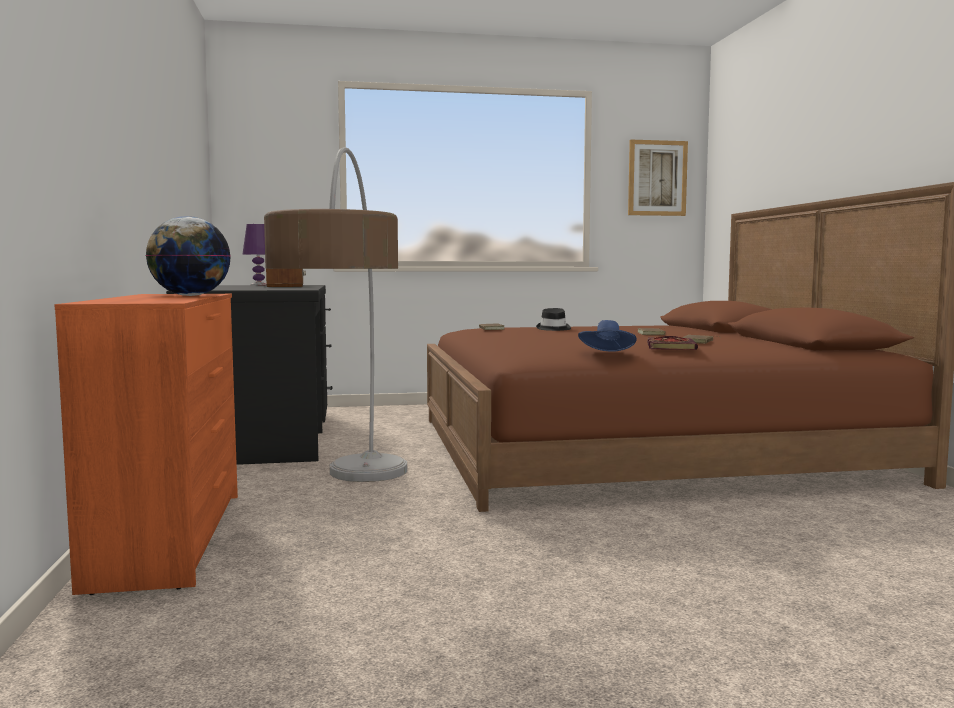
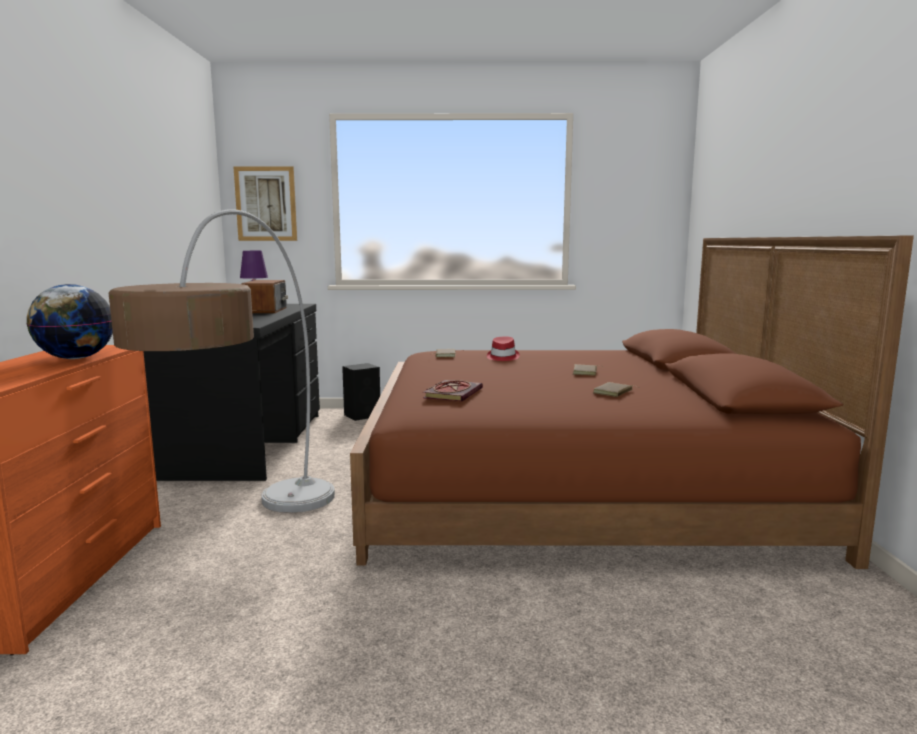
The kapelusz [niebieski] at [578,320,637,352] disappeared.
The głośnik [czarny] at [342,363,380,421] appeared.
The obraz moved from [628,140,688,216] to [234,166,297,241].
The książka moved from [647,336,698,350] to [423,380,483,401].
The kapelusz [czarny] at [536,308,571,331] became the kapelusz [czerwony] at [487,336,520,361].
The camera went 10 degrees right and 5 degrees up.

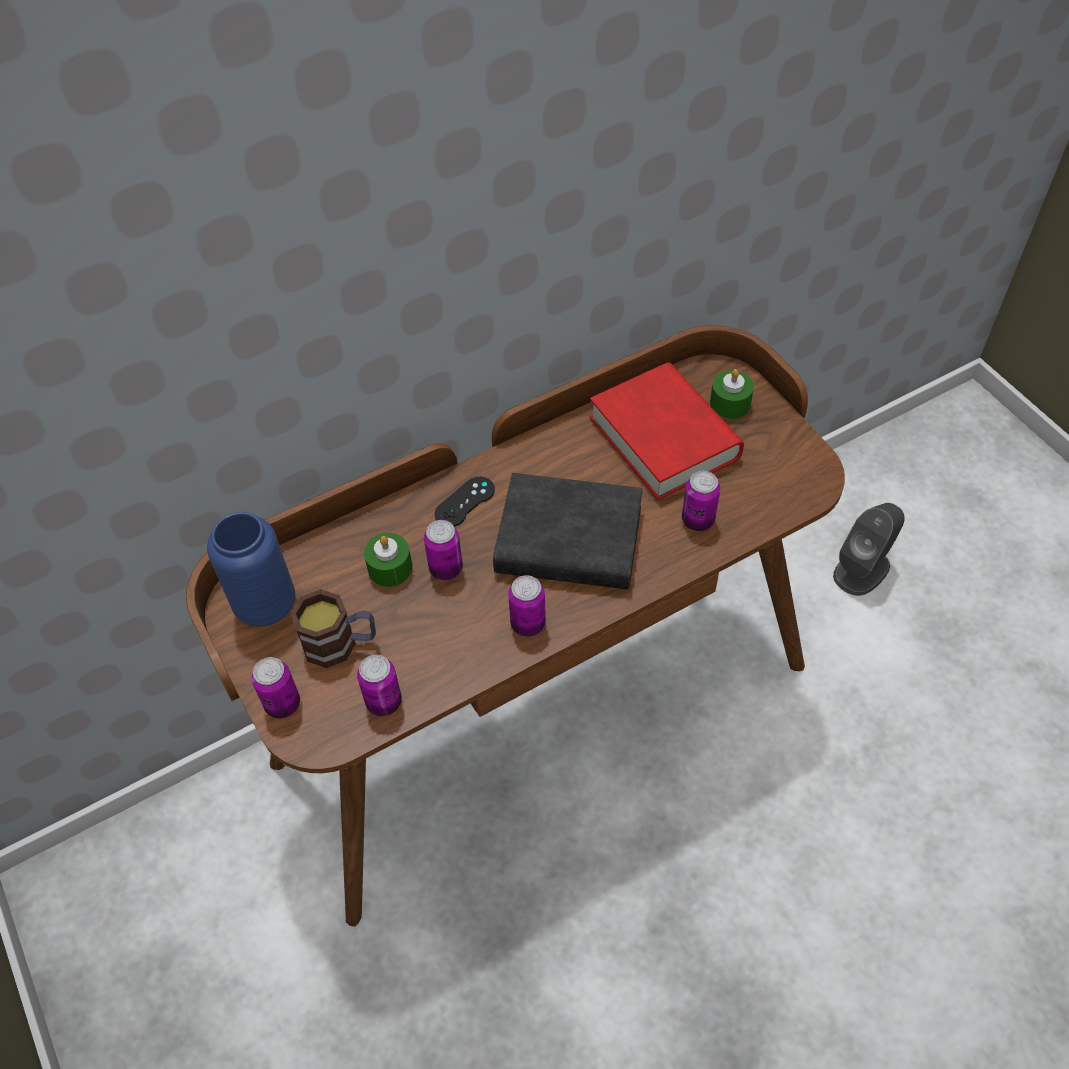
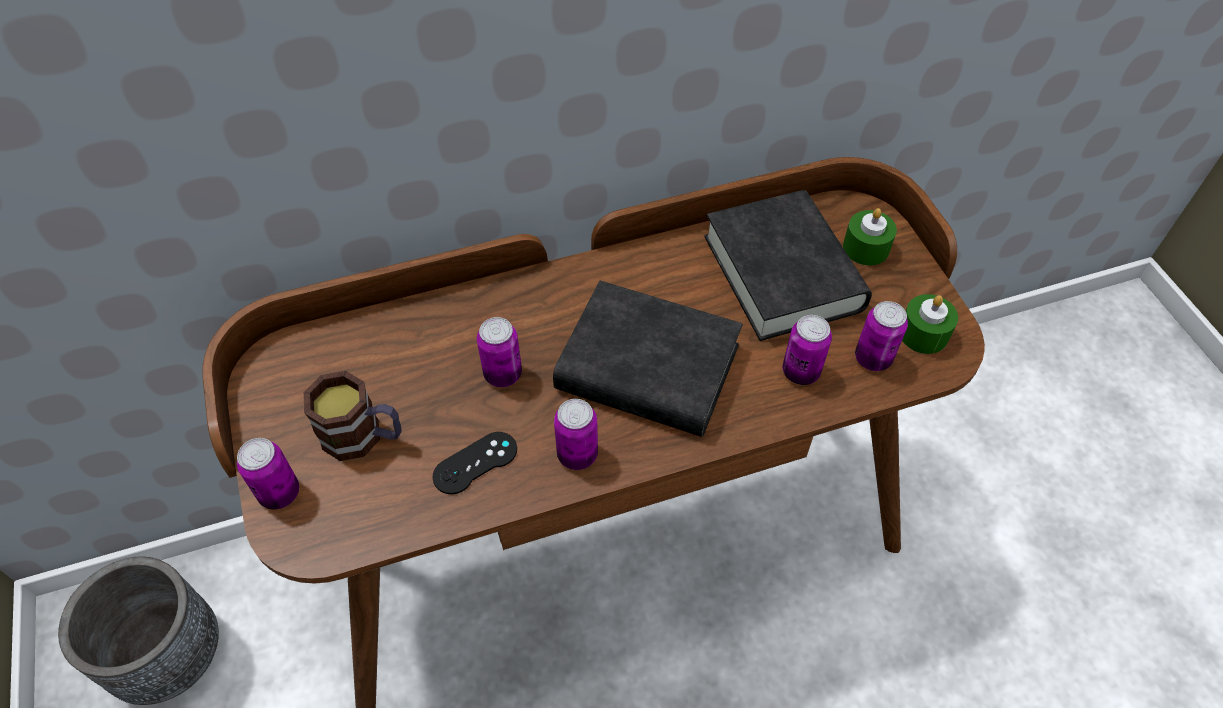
The wazon [niebieski] at [207,512,295,626] disappeared.
The głośnik [szary] at [833,503,905,596] disappeared.
The donica [szary] at [58,556,219,705] appeared.
The puszka moved from [357,655,402,716] to [855,301,908,371].
The świeca [zielony] moved from [364,533,412,587] to [902,294,958,354].
The pad do gier [czarny] moved from [434,477,495,527] to [433,432,517,494].
The książka [czerwony] at [590,362,744,500] became the książka [czarny] at [704,190,872,341].
The camera went 10 degrees right and 0 degrees up.

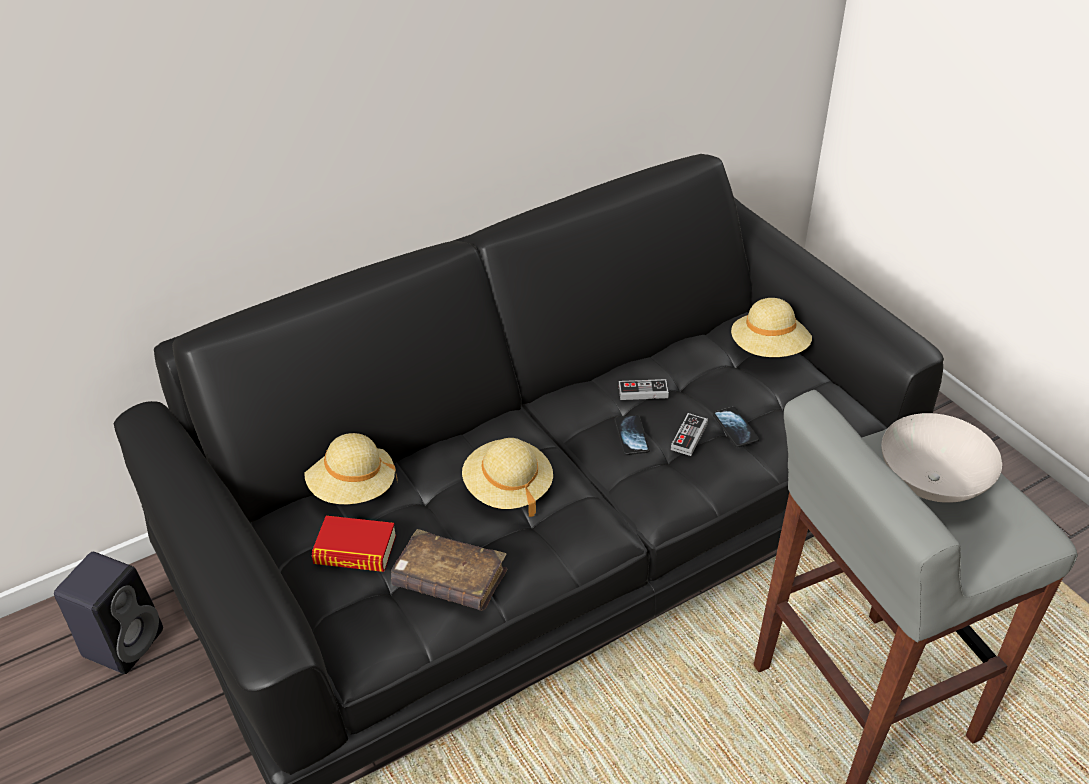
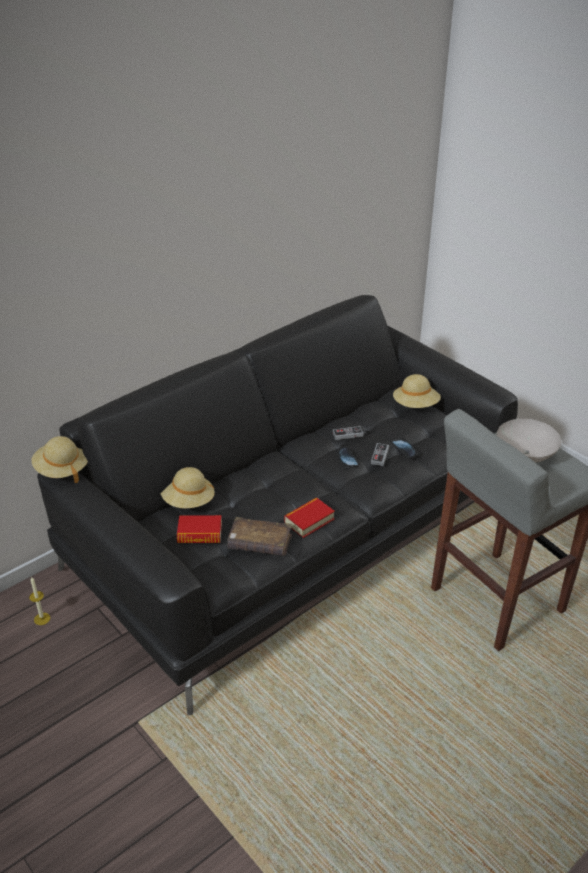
The książka at [284,498,335,538] appeared.
The kapelusz [beżowy] moved from [462,438,553,517] to [31,436,88,483].
The głośnik [czarny] at [54,552,163,674] was replaced by the świeca at [29,576,50,625].
The camera went 10 degrees left and 5 degrees down.

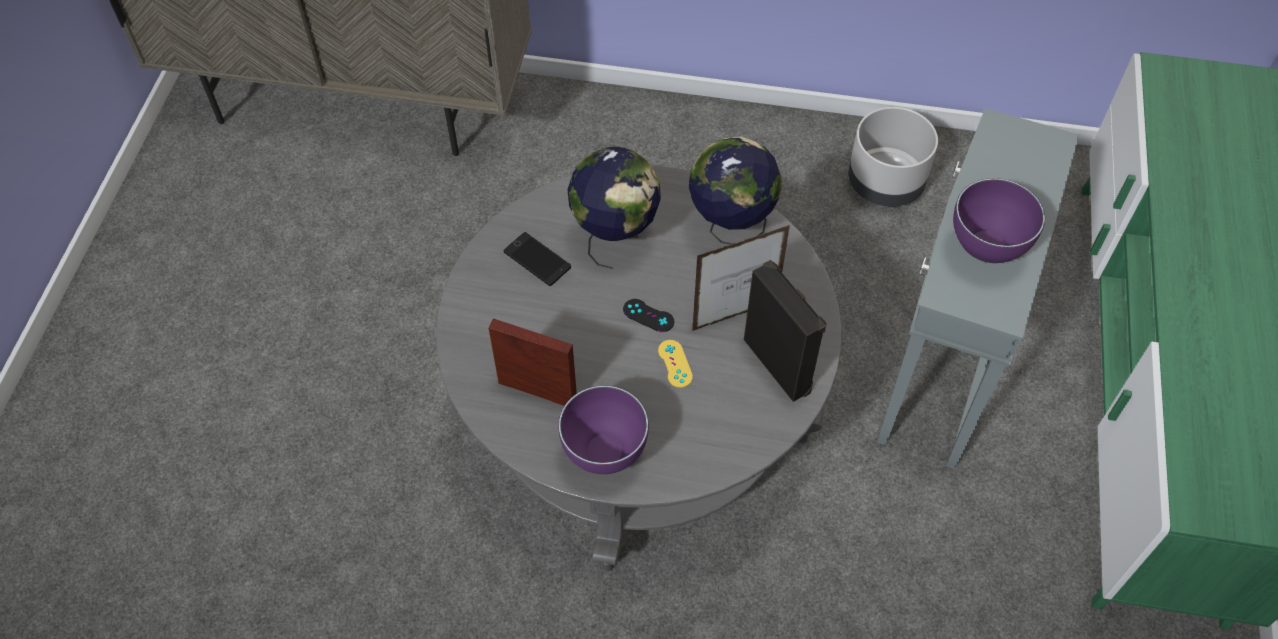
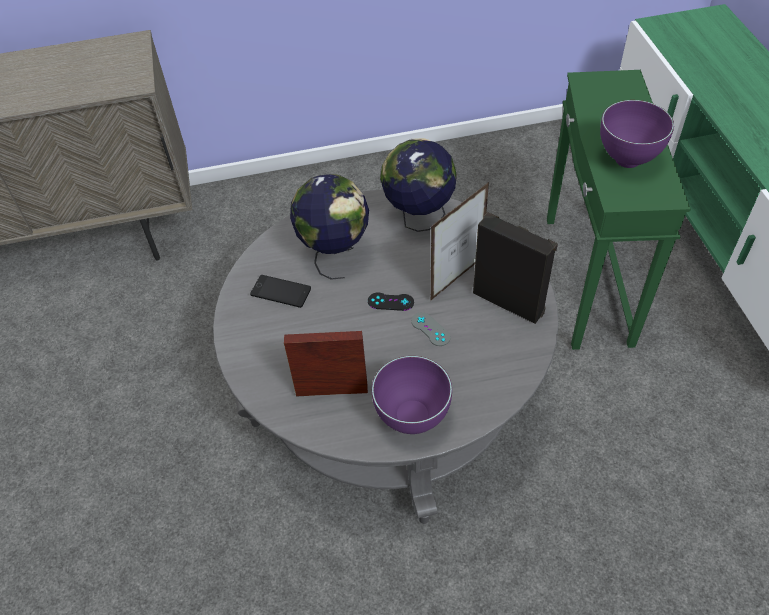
The donica [szary] at [848,107,938,207] disappeared.
The pad do gier [żółty] at [658,340,693,388] became the pad do gier [szary] at [411,312,451,346].
The stolik [szary] at [877,108,1079,469] became the stolik [zielony] at [547,70,691,350].
The camera went 20 degrees left and 5 degrees down.

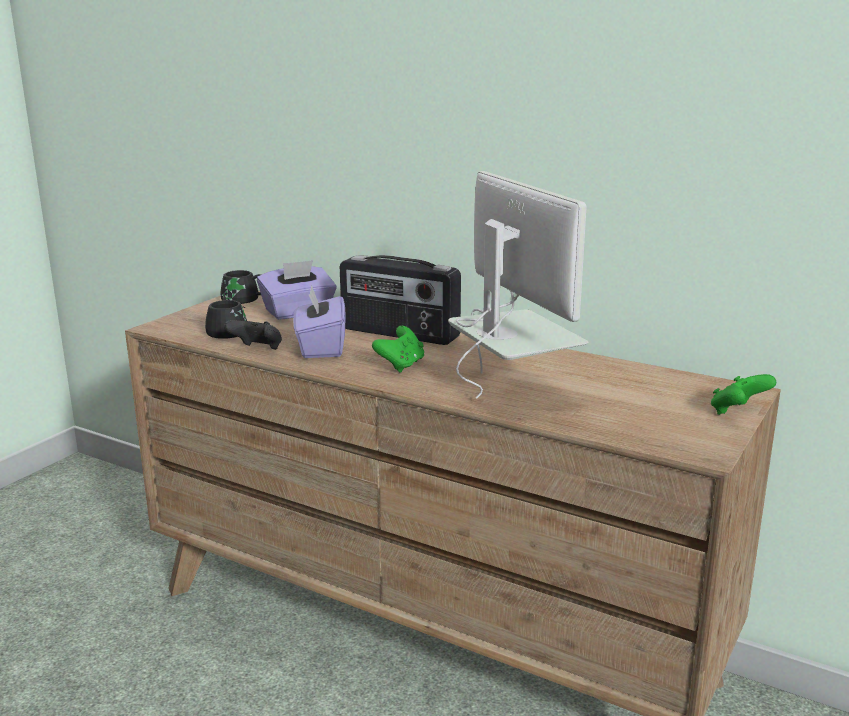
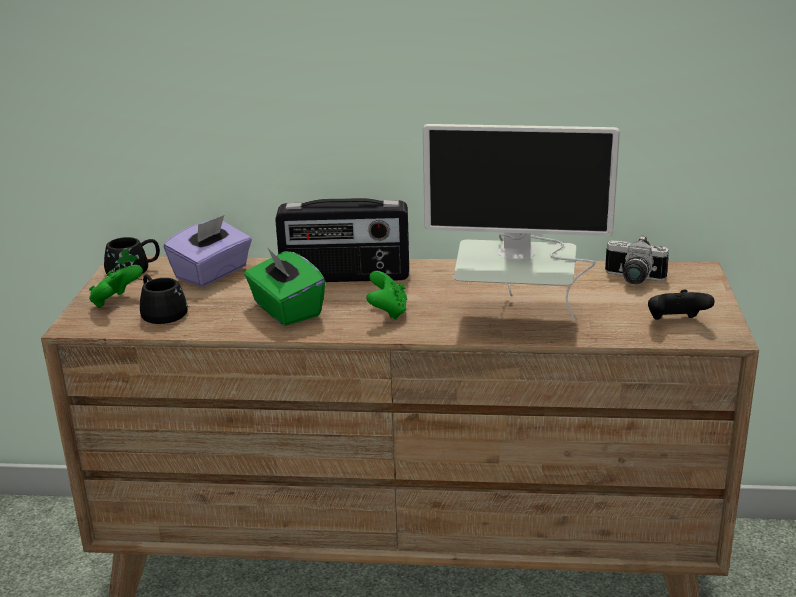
The aparat fotograficzny at [605,235,669,284] appeared.
The pad do gier [czarny] moved from [224,320,282,350] to [648,290,715,320].
The pad do gier [zielony] moved from [711,374,776,415] to [89,265,143,308].
The pudełko chusteczek [fioletowy] at [293,285,346,358] became the pudełko chusteczek [zielony] at [244,247,326,326].
The monitor at [448,171,588,398] turned 150 degrees clockwise.
The camera went 25 degrees left and 5 degrees up.

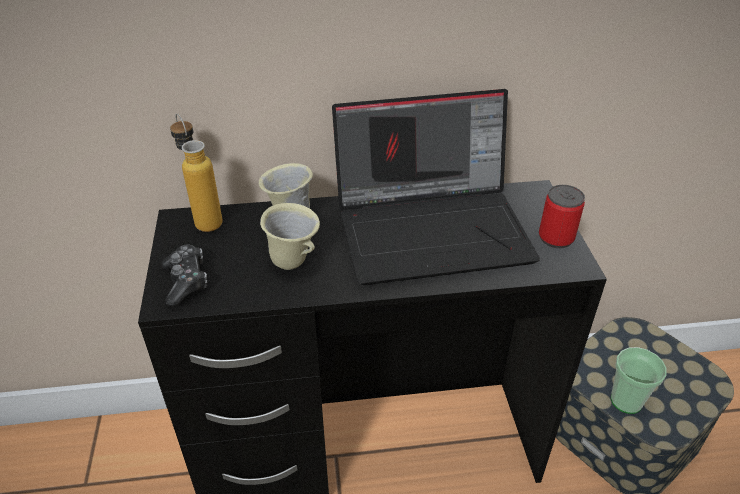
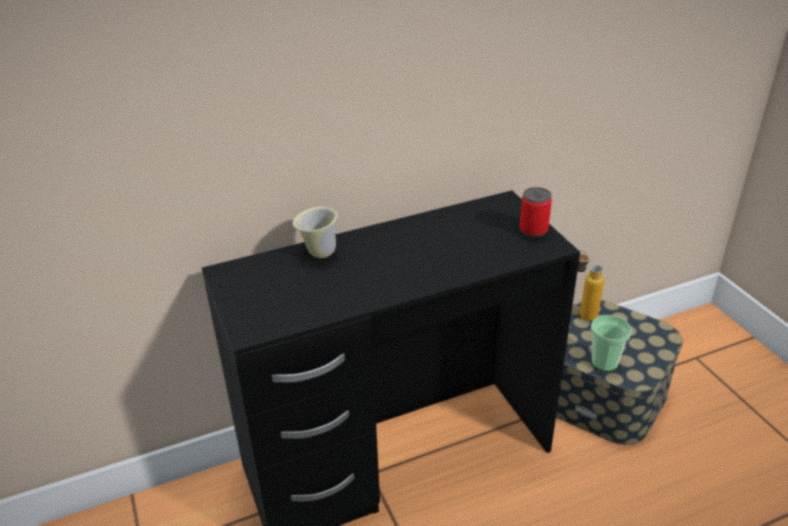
The pad do gier at [162,245,207,306] disappeared.
The kubek [beżowy] at [260,203,320,270] disappeared.
The laptop at [332,89,540,285] disappeared.
The butelka moved from [170,113,223,232] to [578,250,604,321].
The camera went 15 degrees left and 5 degrees down.

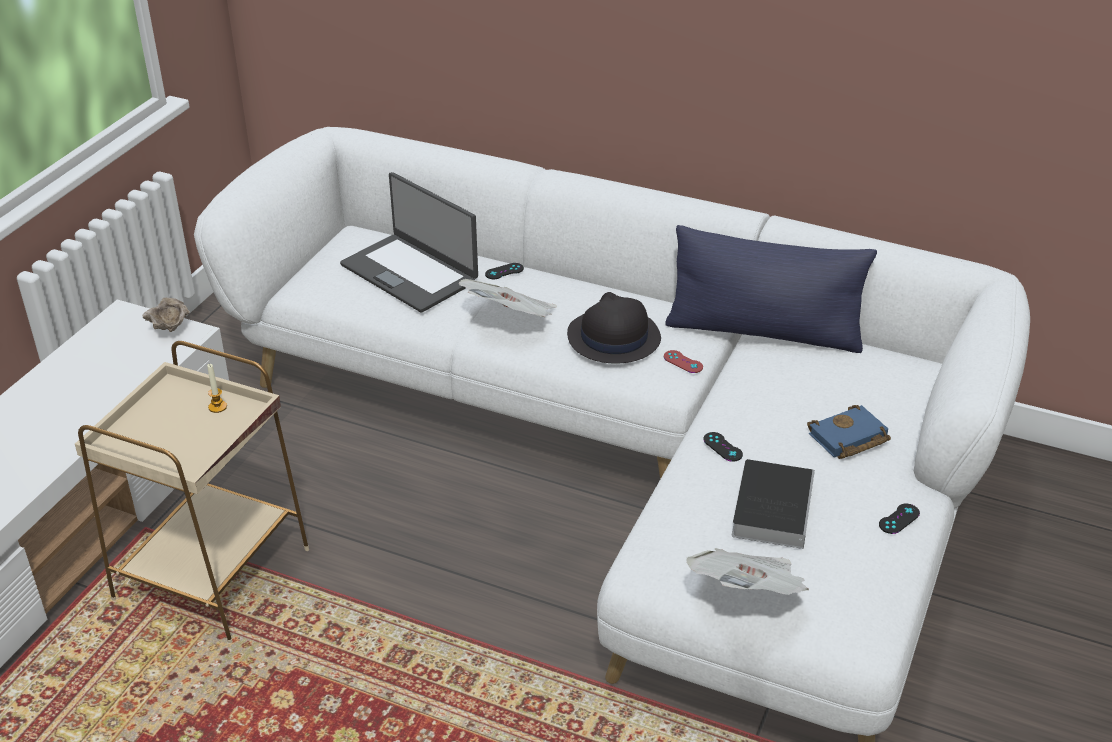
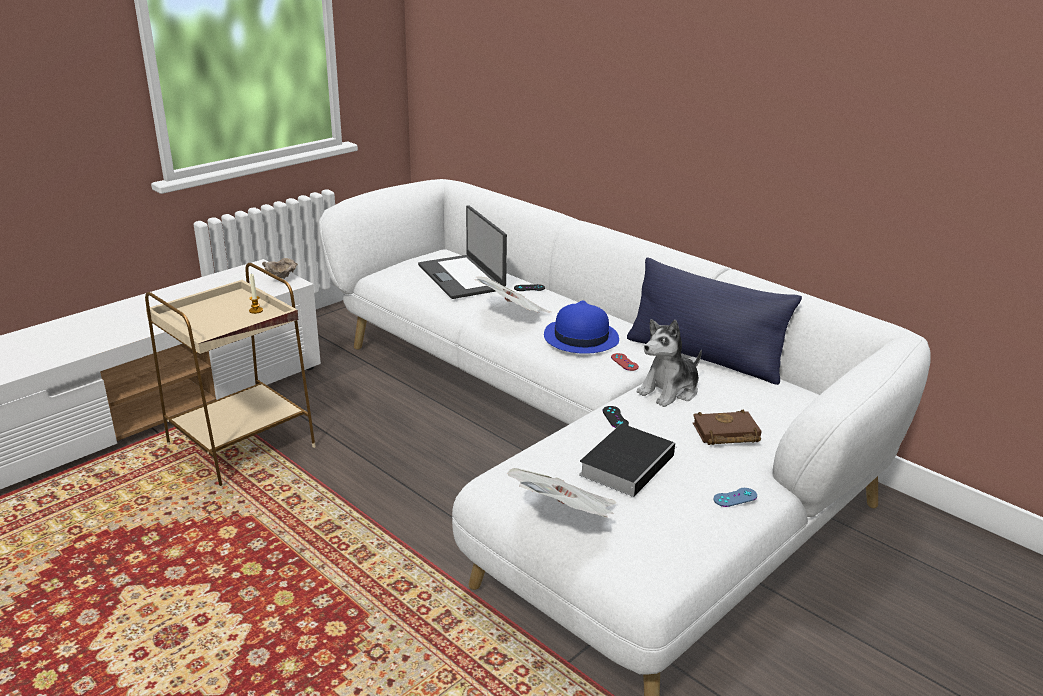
The pluszak at [637,319,702,407] appeared.
The kapelusz [czarny] at [567,292,661,364] became the kapelusz [niebieski] at [544,300,619,354].
The książka [niebieski] at [807,405,891,459] became the książka [brązowy] at [693,410,761,445].
The pad do gier [czarny] at [879,504,920,534] became the pad do gier [niebieski] at [713,488,757,507].
The camera went 20 degrees right and 10 degrees down.

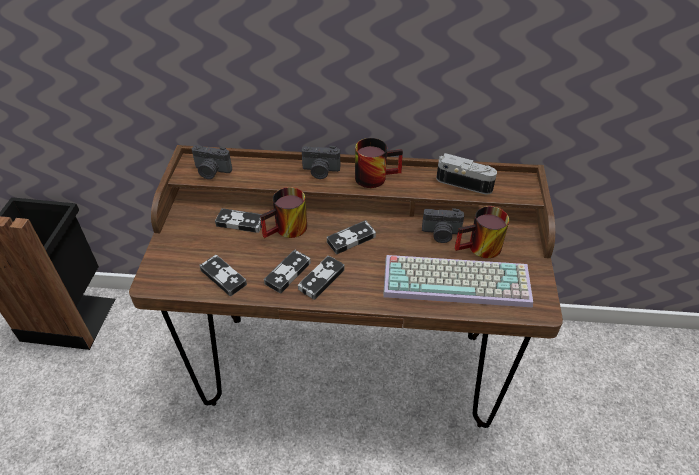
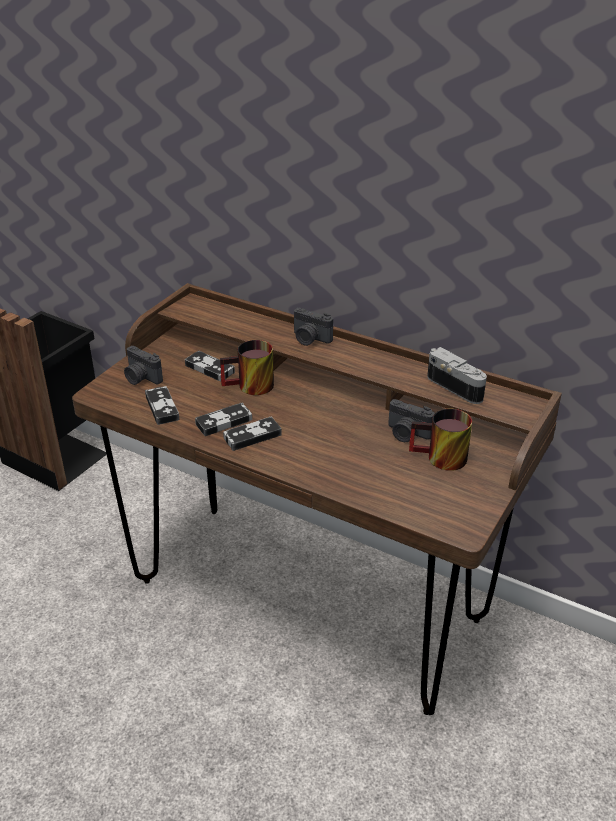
The pad do gier at [327,220,376,254] disappeared.
The kubek at [355,138,403,188] disappeared.
The klawiatura at [383,255,533,308] disappeared.
The aparat fotograficzny moved from [192,145,232,179] to [124,346,163,385].
The camera went 25 degrees right and 10 degrees down.

